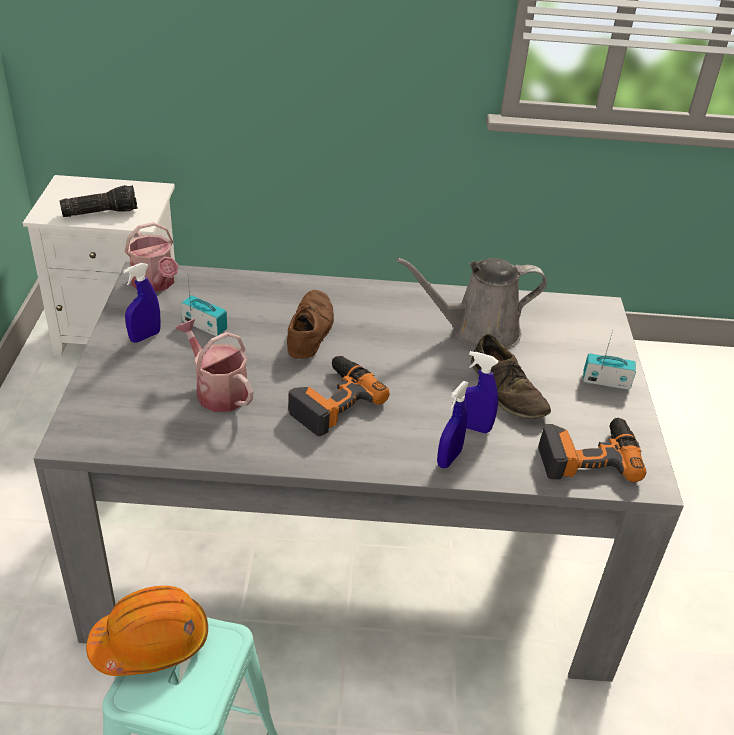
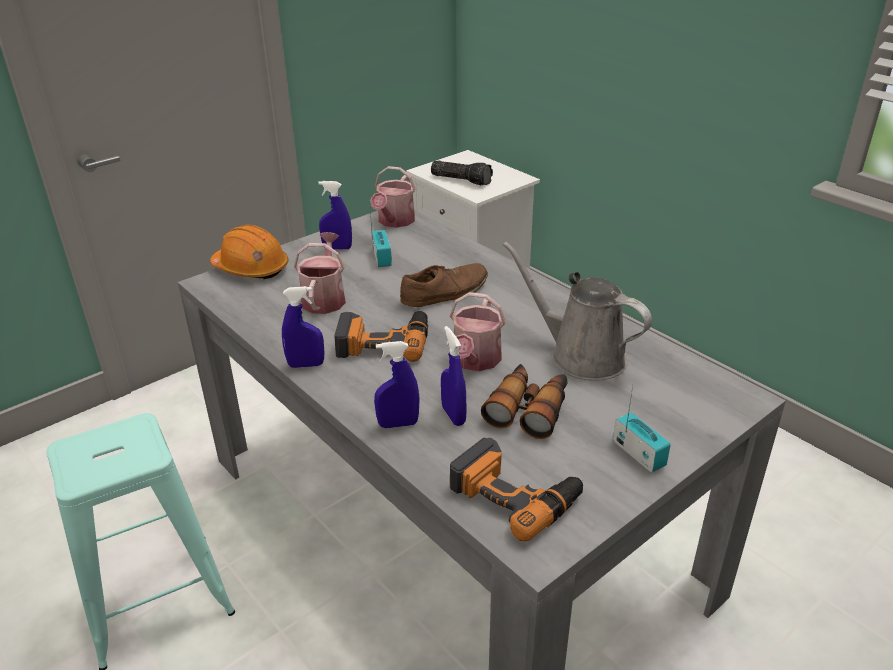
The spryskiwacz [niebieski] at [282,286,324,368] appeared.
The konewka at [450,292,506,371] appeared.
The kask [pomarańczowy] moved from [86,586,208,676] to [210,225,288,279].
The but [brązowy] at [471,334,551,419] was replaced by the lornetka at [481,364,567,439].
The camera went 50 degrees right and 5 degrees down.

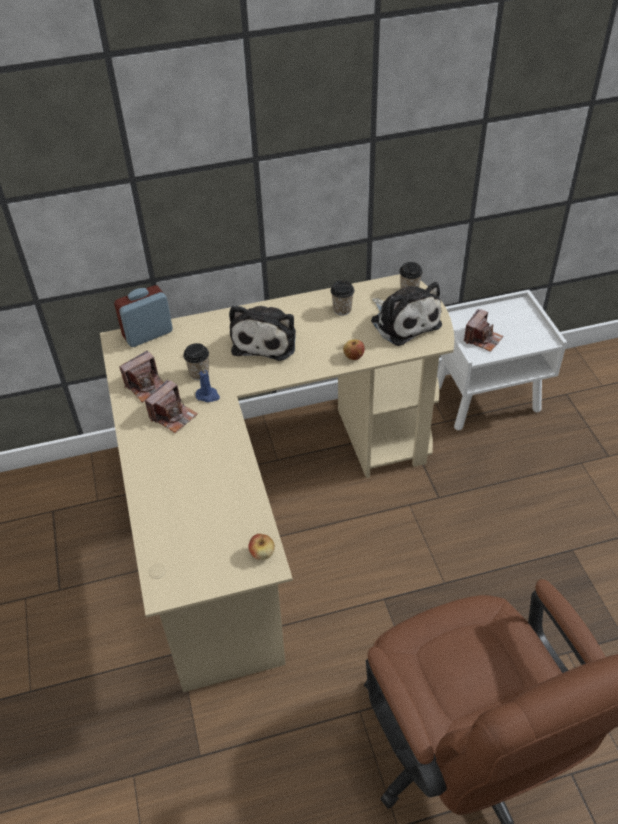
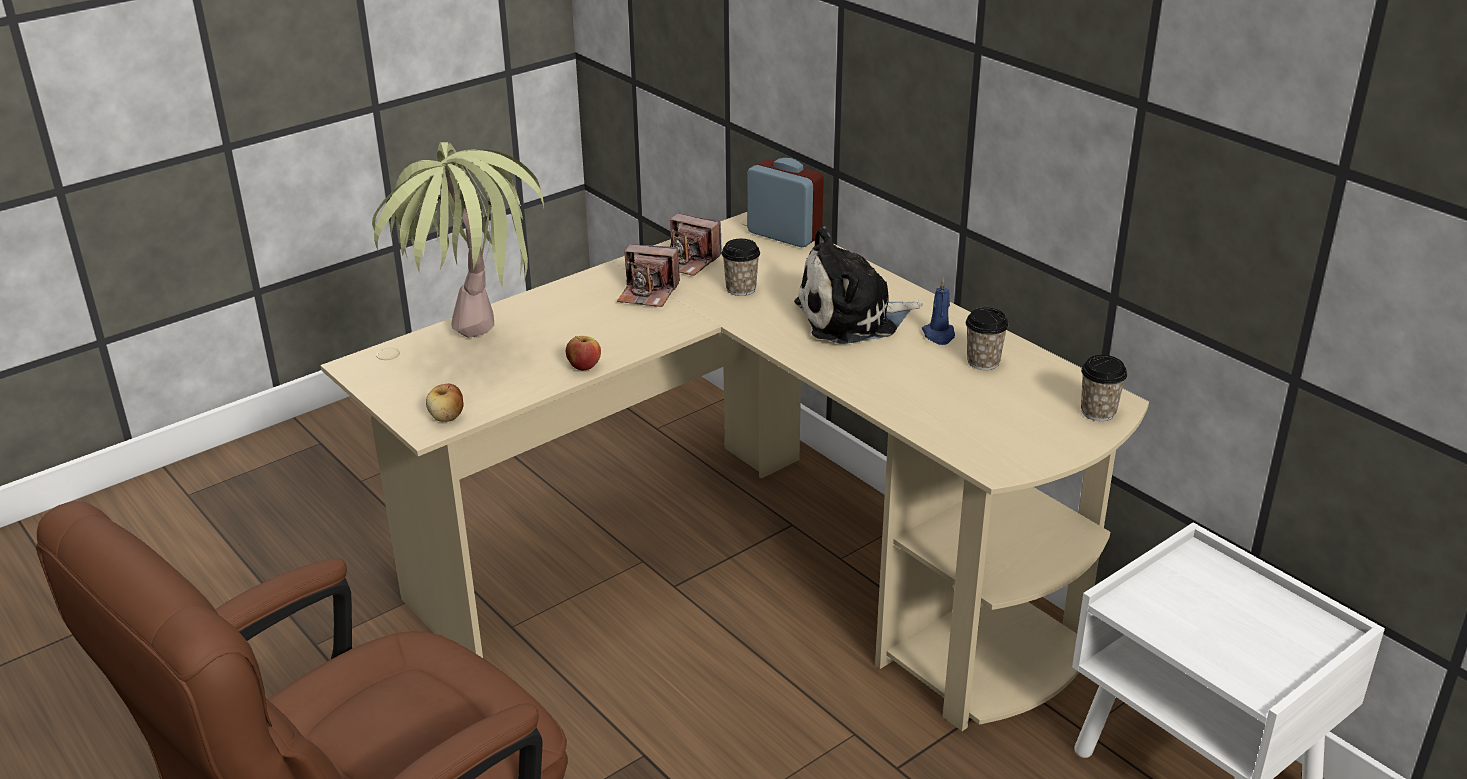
The pluszak at [371,282,442,346] disappeared.
The aparat fotograficzny at [464,309,503,352] disappeared.
The roślina doniczkowa at [372,142,544,338] appeared.
The świeca [niebieski] moved from [195,366,220,402] to [922,278,955,345].
The jabłko moved from [343,339,365,360] to [566,336,601,371].
The camera went 65 degrees right and 15 degrees down.

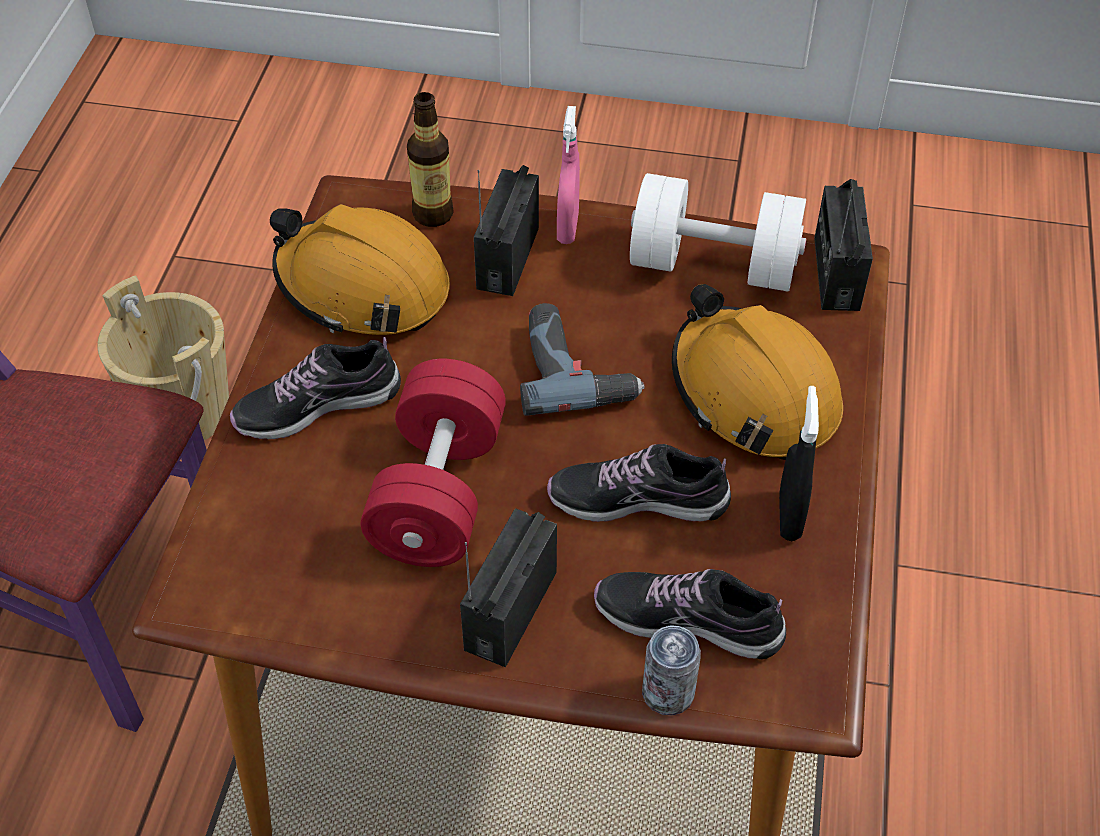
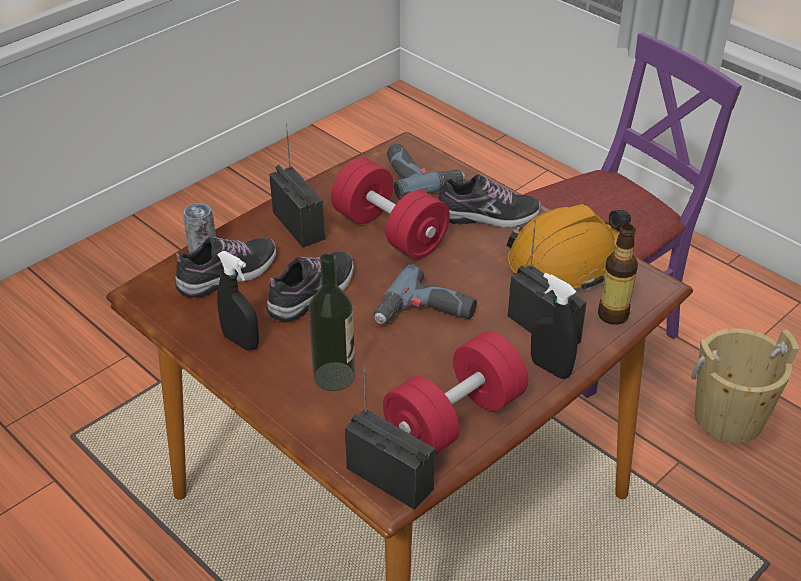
The wiertarka at [387,143,465,200] appeared.
The kask [pomarańczowy] at [672,284,843,460] was replaced by the butelka at [308,253,355,391].
The spryskiwacz [różowy] at [557,106,580,244] became the spryskiwacz [czarny] at [531,273,577,379].
The hantel [biały] at [630,173,807,291] became the hantel [czerwony] at [383,331,528,455].
The but at [230,337,401,439] turned 75 degrees clockwise.
The camera went 125 degrees right and 10 degrees down.

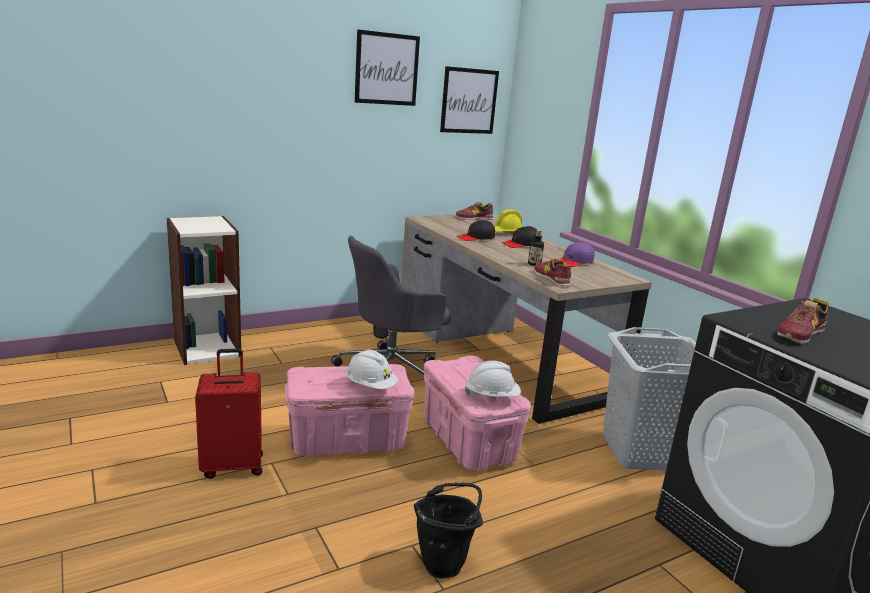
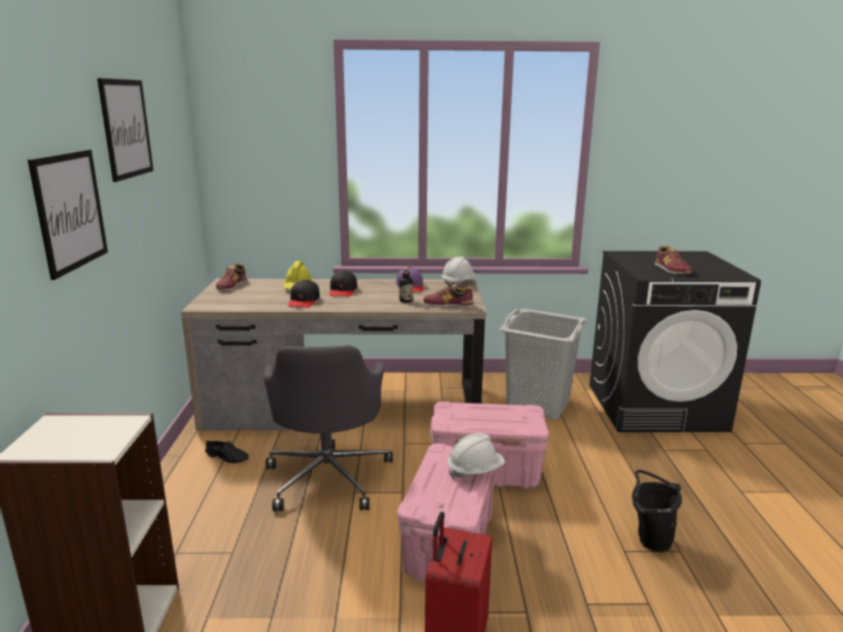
The obraz moved from [440,66,499,134] to [28,149,108,280].
The kask [biały] moved from [465,361,521,397] to [442,256,476,287].
The camera went 60 degrees left and 0 degrees up.

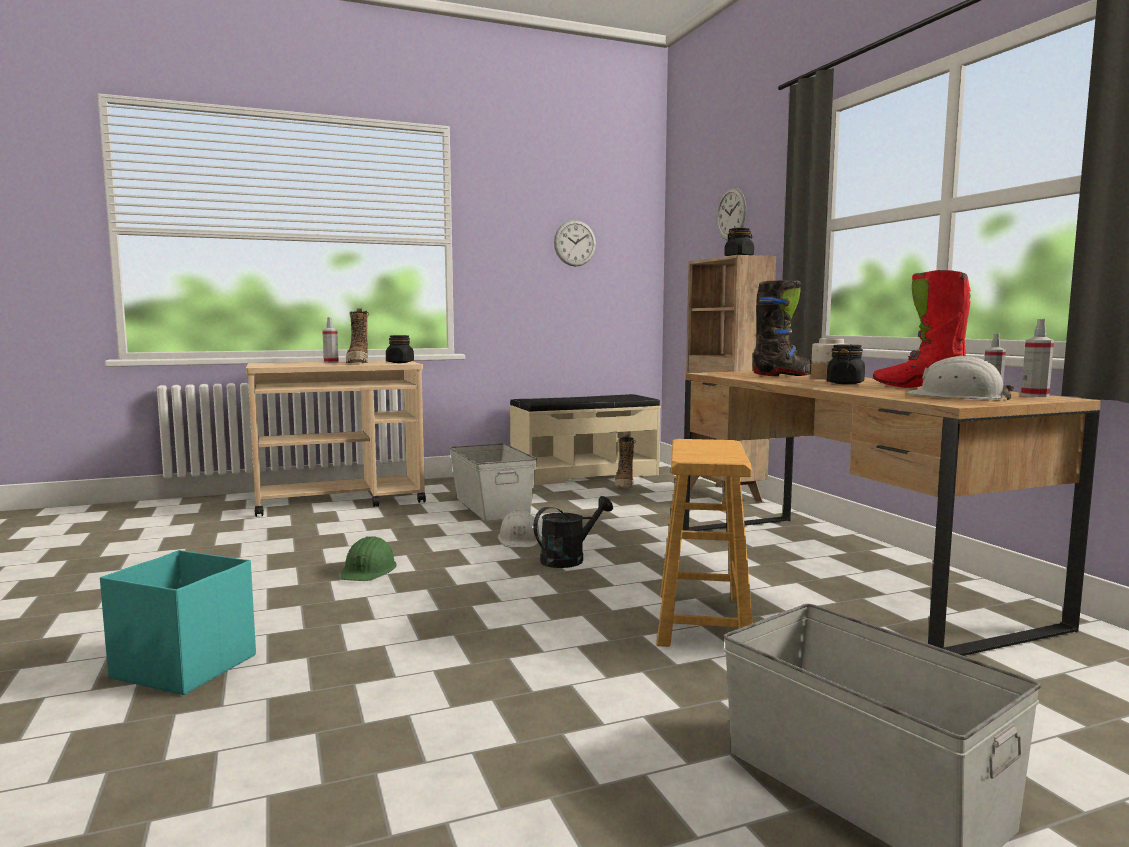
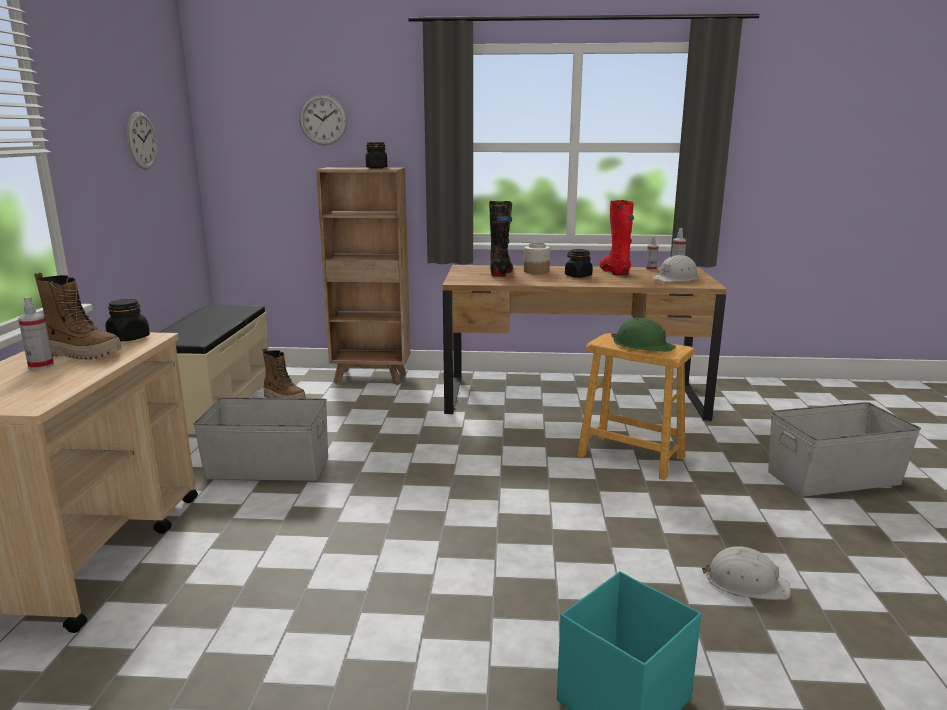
The konewka [czarny] at [533,496,613,568] disappeared.
The kask [zielony] moved from [340,536,397,581] to [611,318,676,352].
The kask [biały] moved from [498,510,542,548] to [702,546,791,600].
The but z cholewką [czerwony] at [873,270,971,388] turned 120 degrees clockwise.
The camera went 65 degrees left and 10 degrees up.

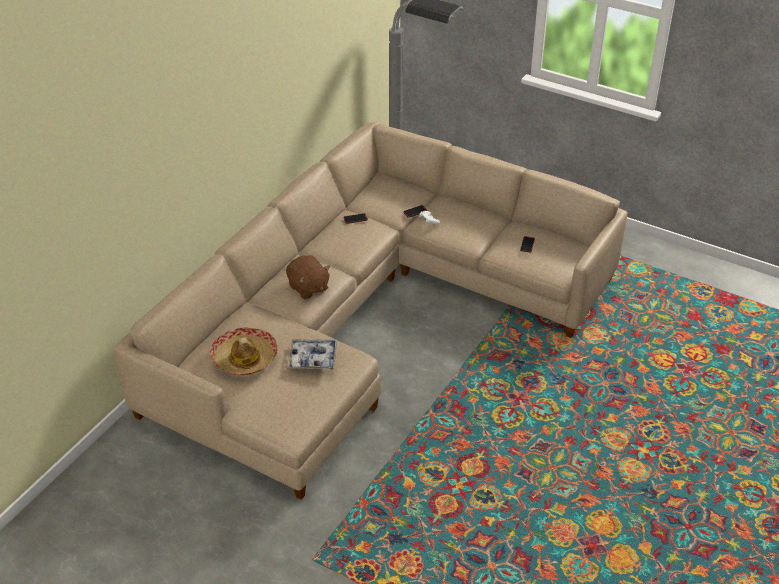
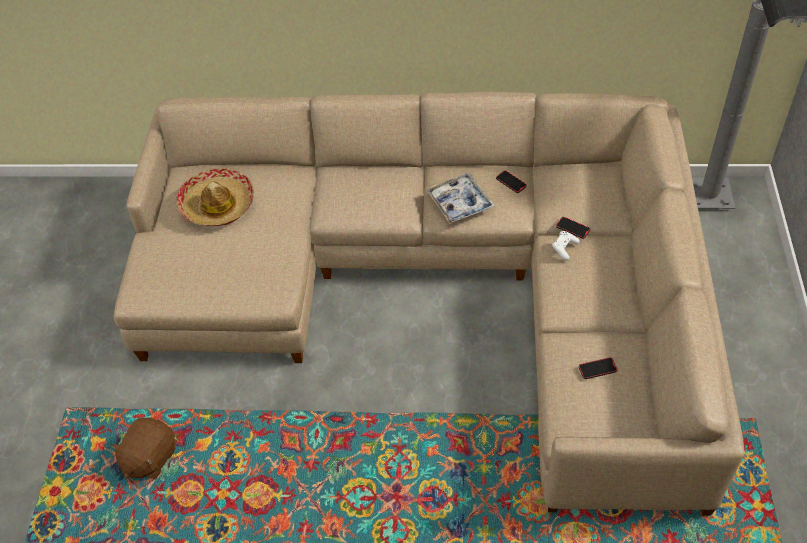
The pluszak [brązowy] moved from [286,255,330,299] to [110,418,175,479].
The taca moved from [287,339,337,370] to [425,173,496,224].
The camera went 65 degrees right and 10 degrees up.

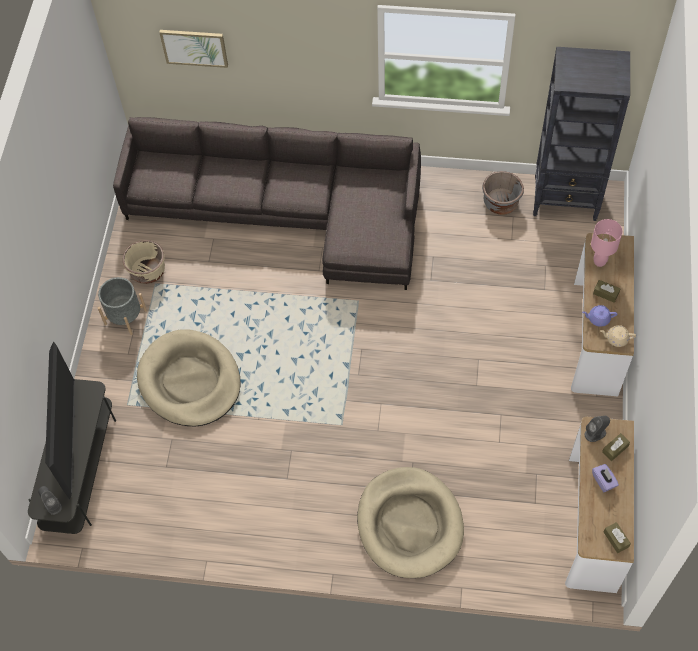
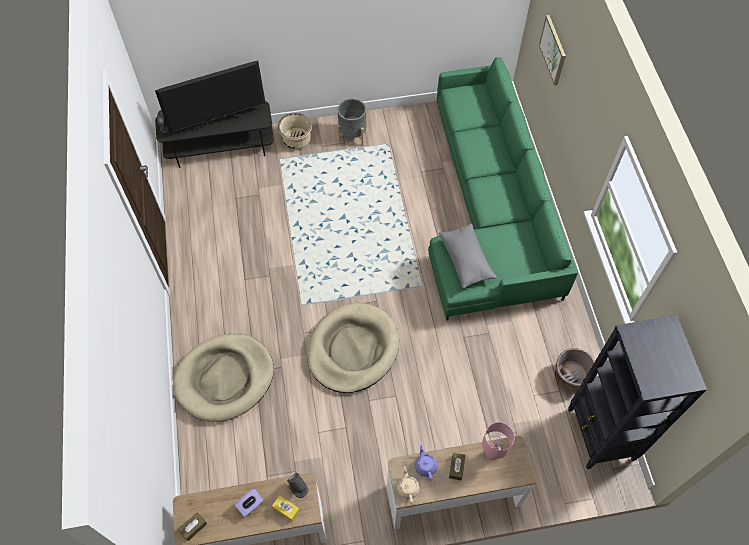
The poduszka [szary] at [439,224,497,289] appeared.
The donica [beżowy] moved from [123,240,165,284] to [278,113,312,149].
The legowisko [beżowy] moved from [137,329,241,426] to [307,302,399,393].
The kanapa [szary] at [113,117,421,290] became the kanapa [zielony] at [428,57,578,321].
The pudełko chusteczek [brązowy] at [602,433,630,461] became the pudełko chusteczek [żółty] at [272,495,300,522].
The camera went 70 degrees right and 0 degrees up.

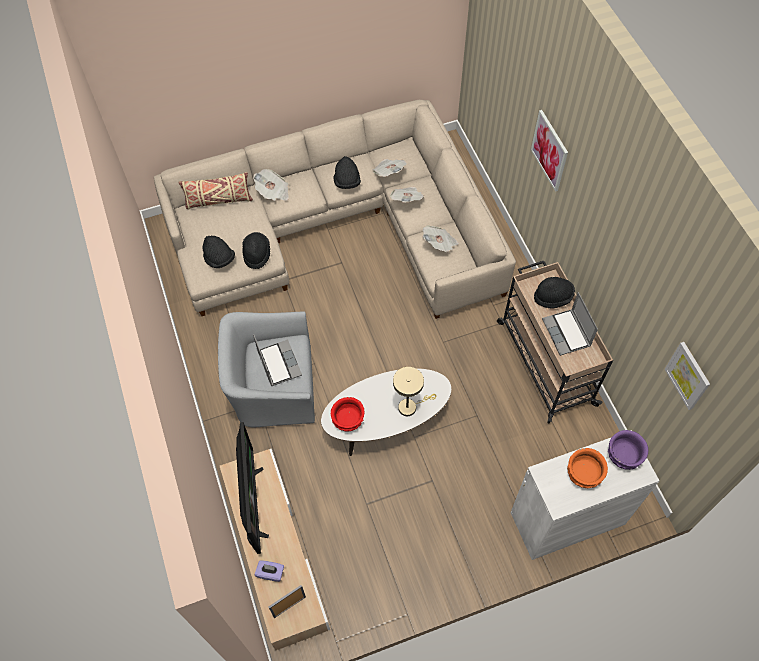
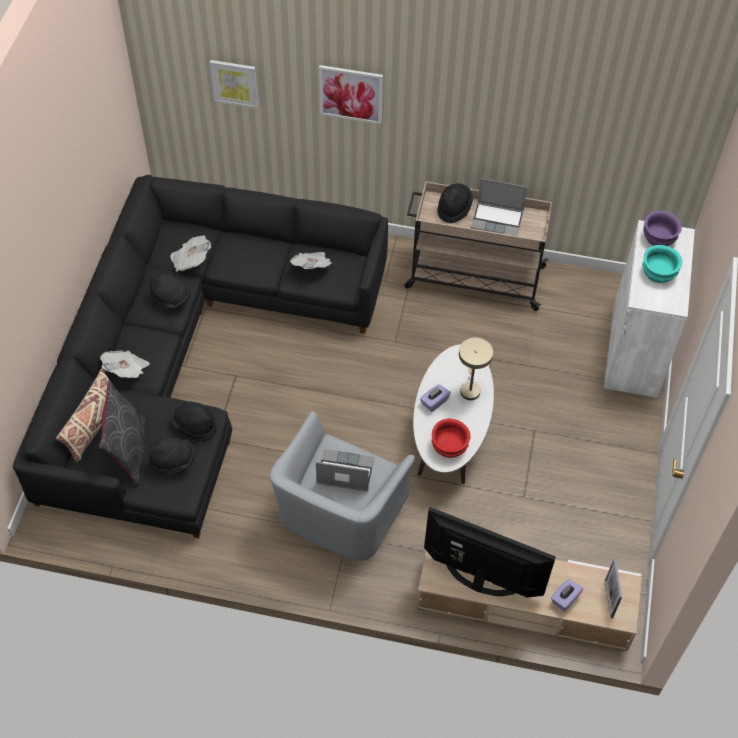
The gazeta at [390,187,424,203] disappeared.
The poduszka [szary] at [99,380,146,485] appeared.
The pudełko chusteczek [fioletowy] at [420,384,451,412] appeared.
The obraz moved from [665,342,710,410] to [210,60,258,109].
The kanapa [beżowy] at [154,100,516,319] became the kanapa [czarny] at [13,175,388,538].
The miska [pomarańczowy] at [567,448,608,488] became the miska [turkusowy] at [642,245,682,283].
The camera went 60 degrees left and 5 degrees down.

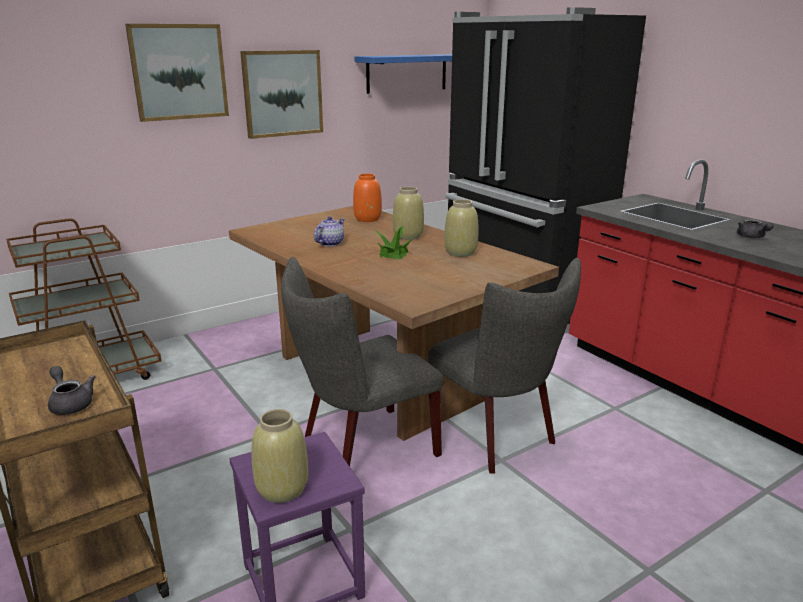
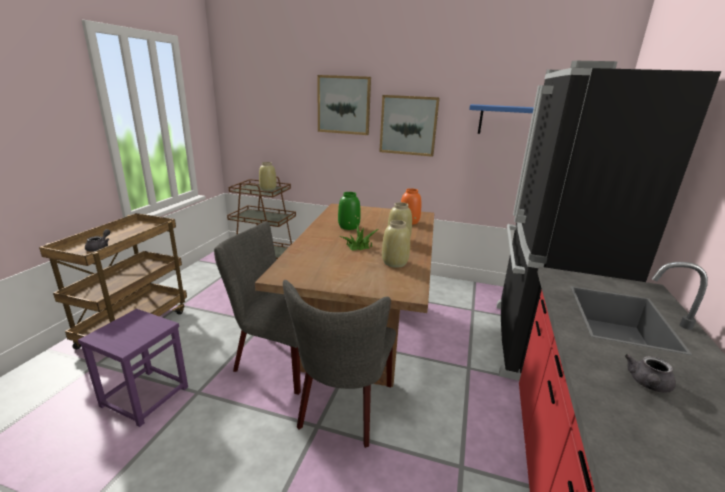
The wazon [beżowy] moved from [251,409,308,503] to [259,162,277,191].
The imbryk at [314,216,344,247] was replaced by the wazon [zielony] at [338,192,361,230].
The camera went 50 degrees right and 0 degrees up.

